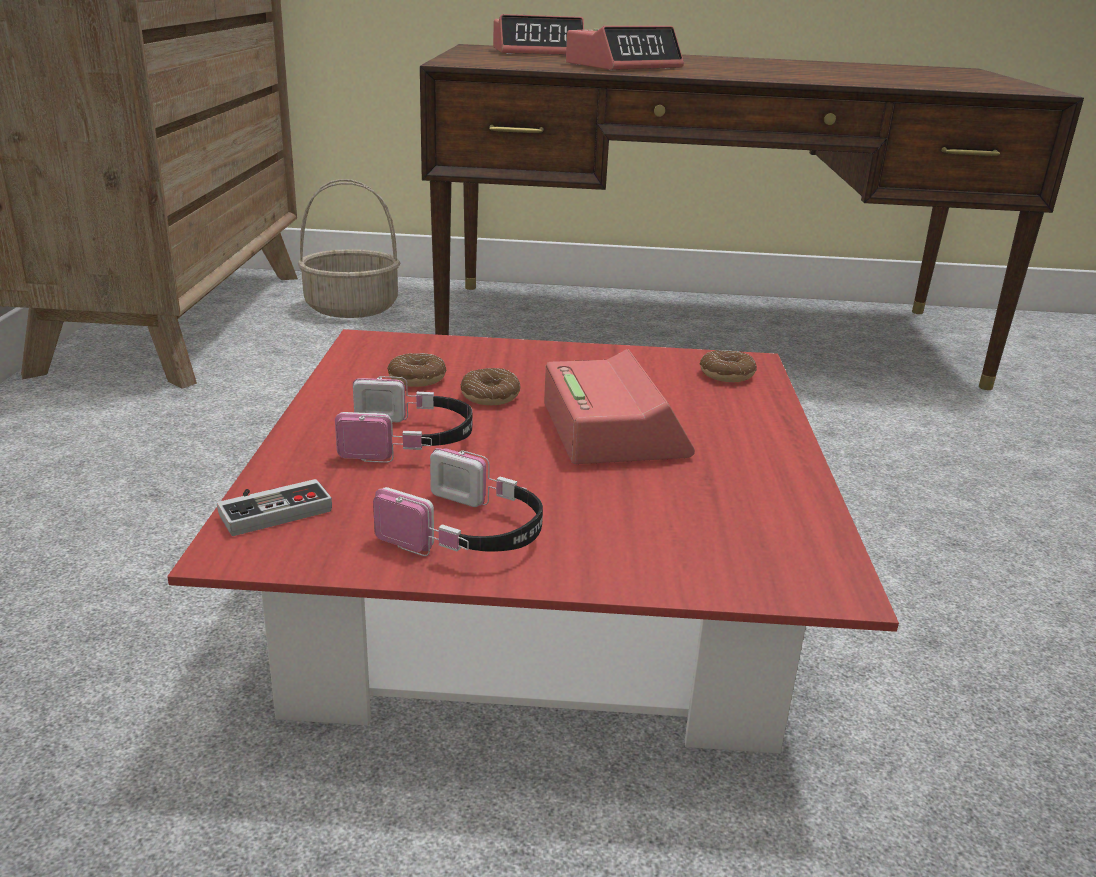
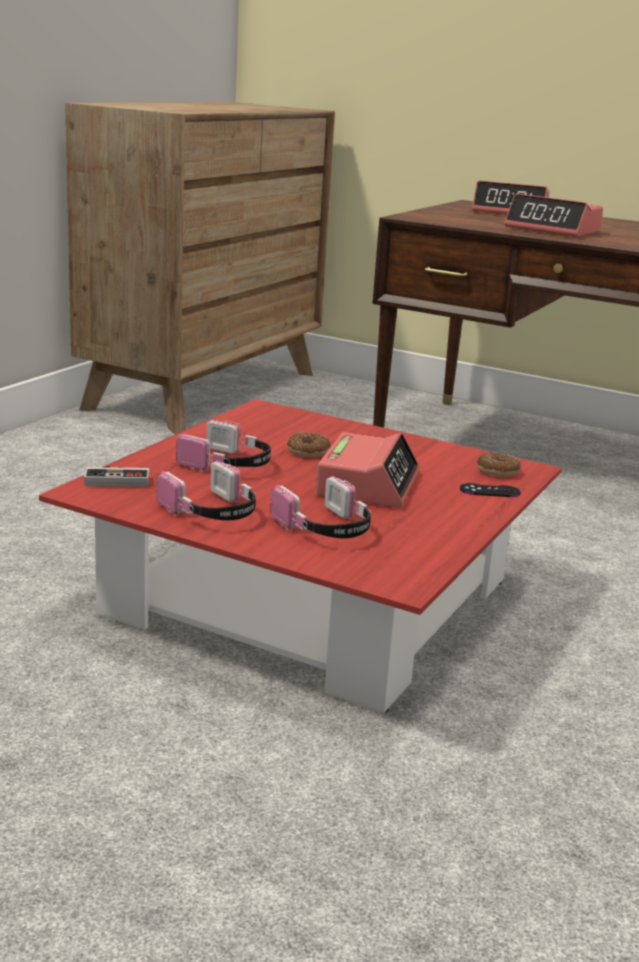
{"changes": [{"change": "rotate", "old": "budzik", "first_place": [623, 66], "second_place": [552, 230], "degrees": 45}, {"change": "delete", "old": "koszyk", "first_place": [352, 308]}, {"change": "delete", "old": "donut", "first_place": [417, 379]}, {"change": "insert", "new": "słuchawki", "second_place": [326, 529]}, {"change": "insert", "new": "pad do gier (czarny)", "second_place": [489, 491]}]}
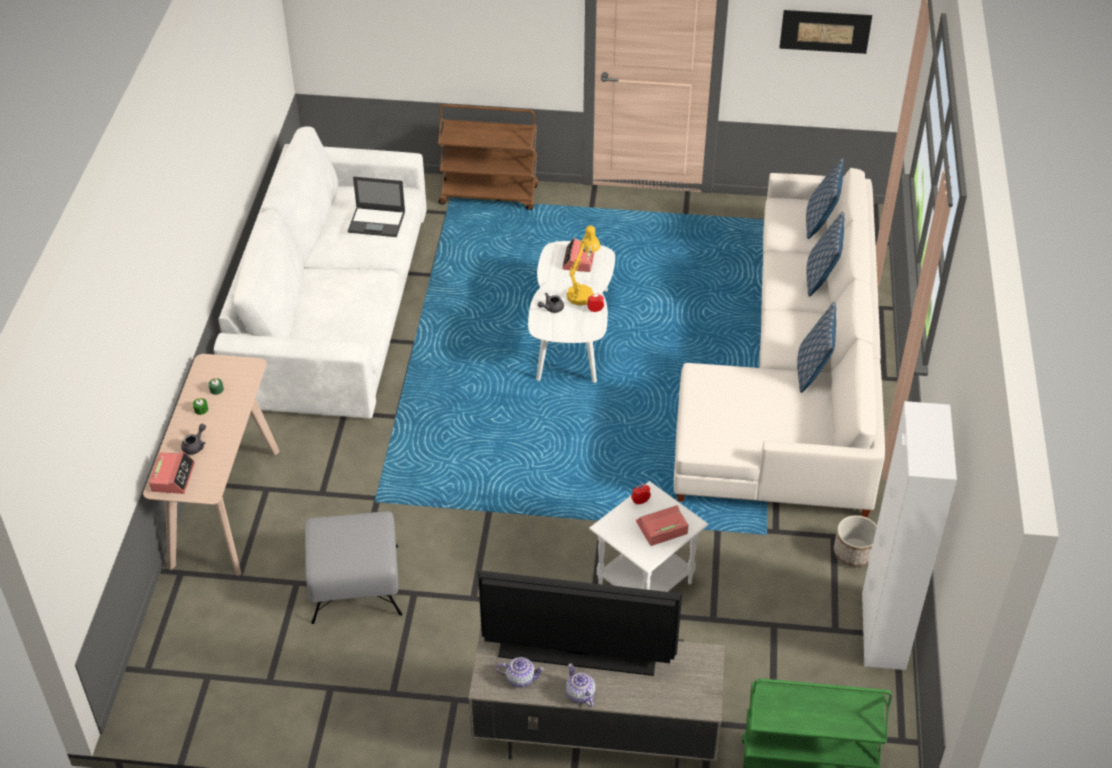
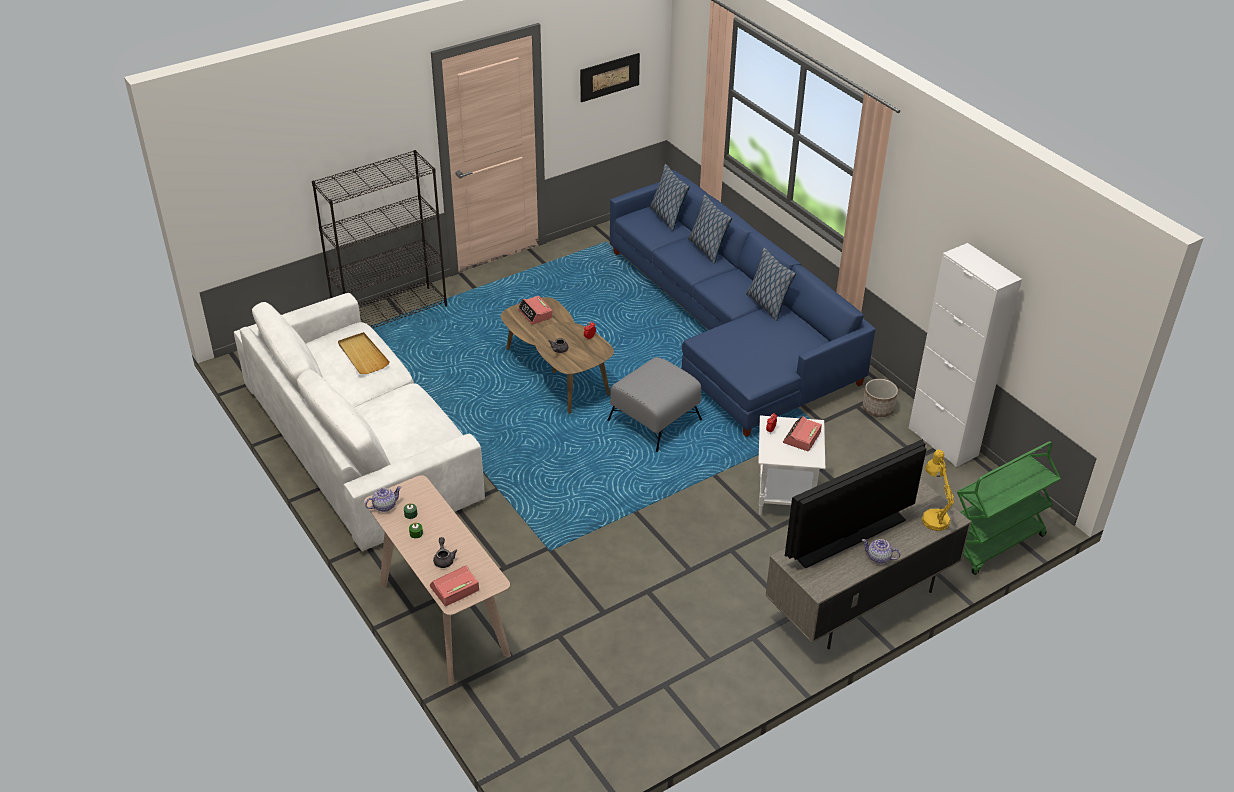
{"changes": [{"change": "replace", "old": "wózek (brązowy)", "new": "regał (czarny)", "first_place": [490, 195], "second_place": [391, 313]}, {"change": "recolor", "old": "kanapa (biały)", "new": "kanapa (niebieski)", "first_place": [795, 381], "second_place": [731, 329]}, {"change": "replace", "old": "laptop", "new": "taca (beżowy)", "first_place": [377, 222], "second_place": [362, 355]}, {"change": "move", "old": "lampa stołowa (żółty)", "first_place": [582, 292], "second_place": [933, 516]}, {"change": "recolor", "old": "ława (biały)", "new": "ława (brązowy)", "first_place": [571, 333], "second_place": [557, 373]}, {"change": "rotate", "old": "budzik", "first_place": [173, 477], "second_place": [454, 589], "degrees": -90}, {"change": "move", "old": "pufa (szary)", "first_place": [354, 583], "second_place": [654, 420]}, {"change": "move", "old": "imbryk", "first_place": [520, 678], "second_place": [384, 506]}]}
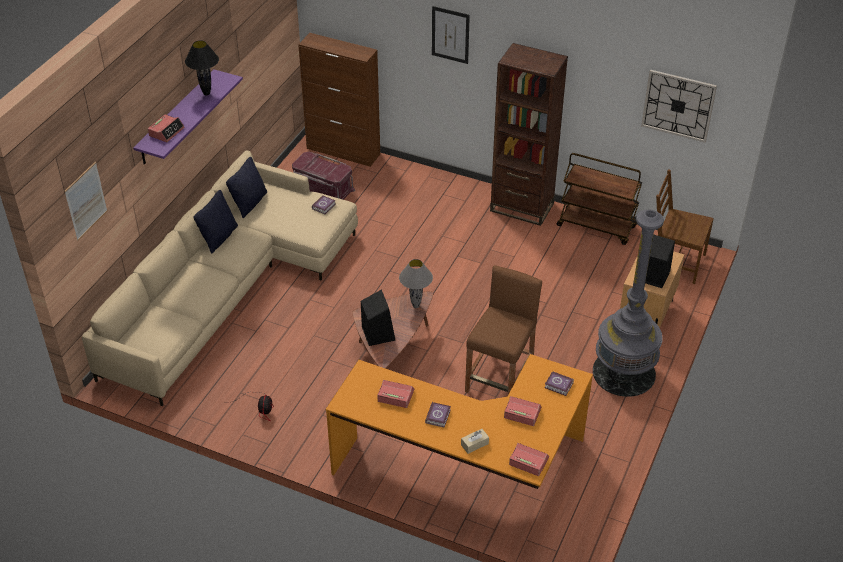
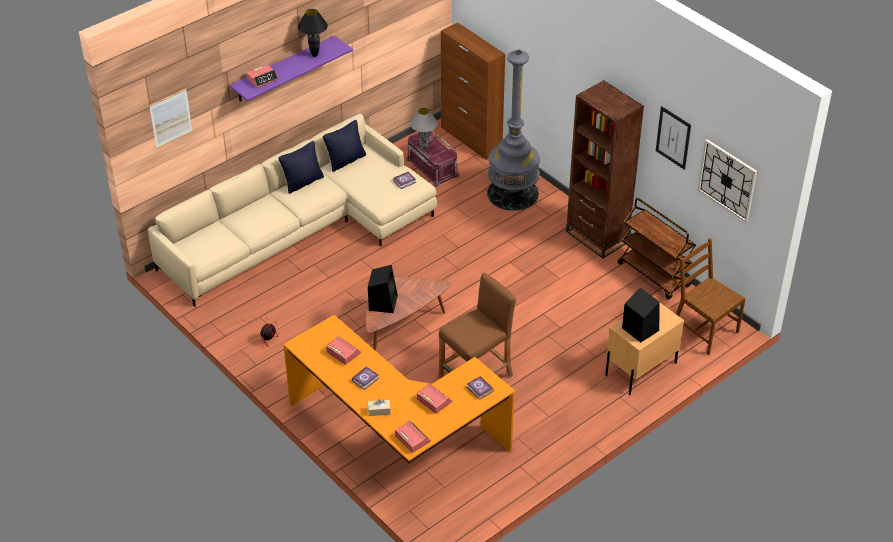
{"changes": [{"change": "move", "old": "obraz", "first_place": [450, 35], "second_place": [673, 137]}, {"change": "move", "old": "lampa stojąca (szary)", "first_place": [624, 372], "second_place": [512, 193]}, {"change": "move", "old": "lampa stołowa (szary)", "first_place": [416, 306], "second_place": [424, 149]}]}
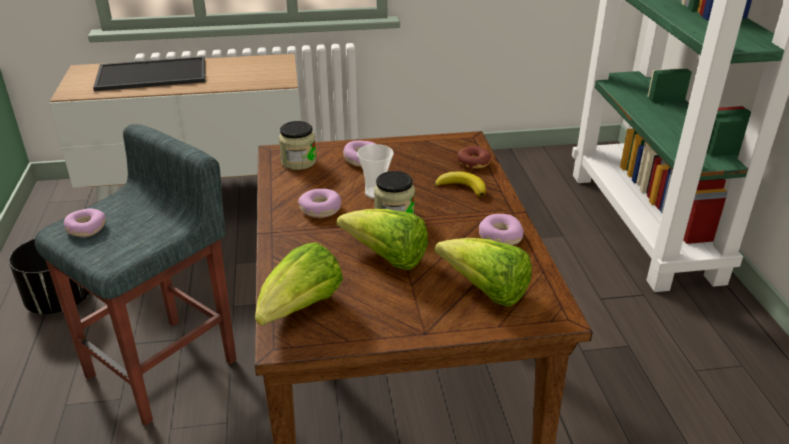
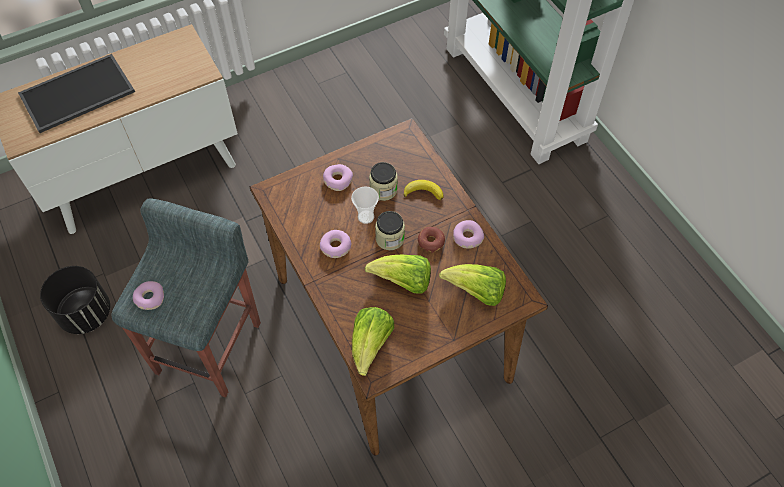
{"changes": [{"change": "move", "old": "słoik", "first_place": [298, 162], "second_place": [383, 189]}, {"change": "move", "old": "donut", "first_place": [474, 162], "second_place": [431, 241]}]}
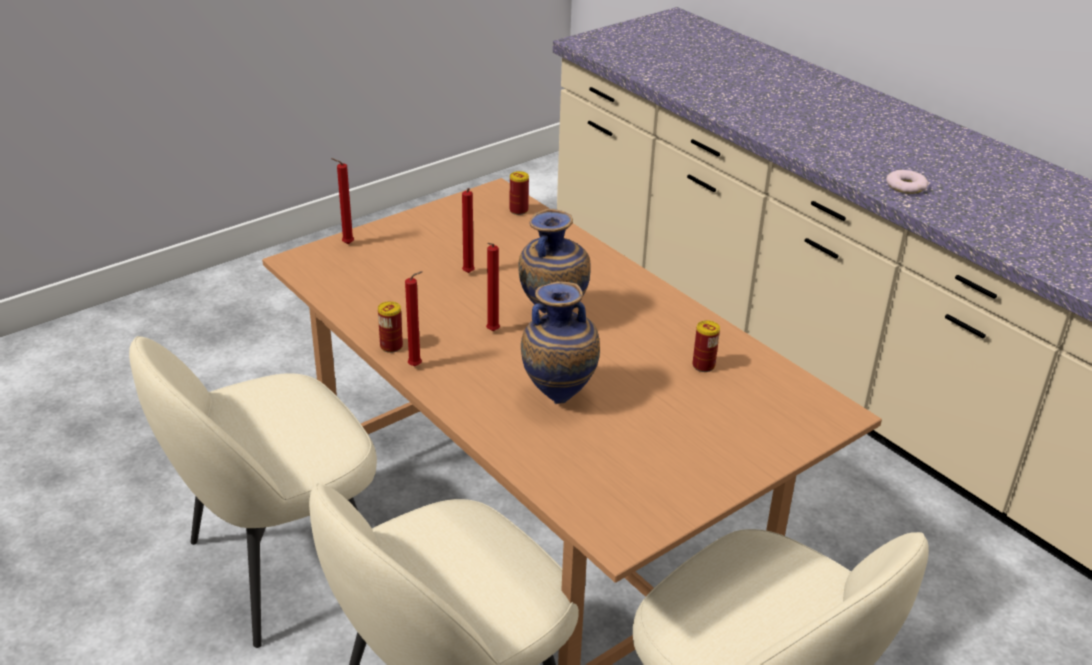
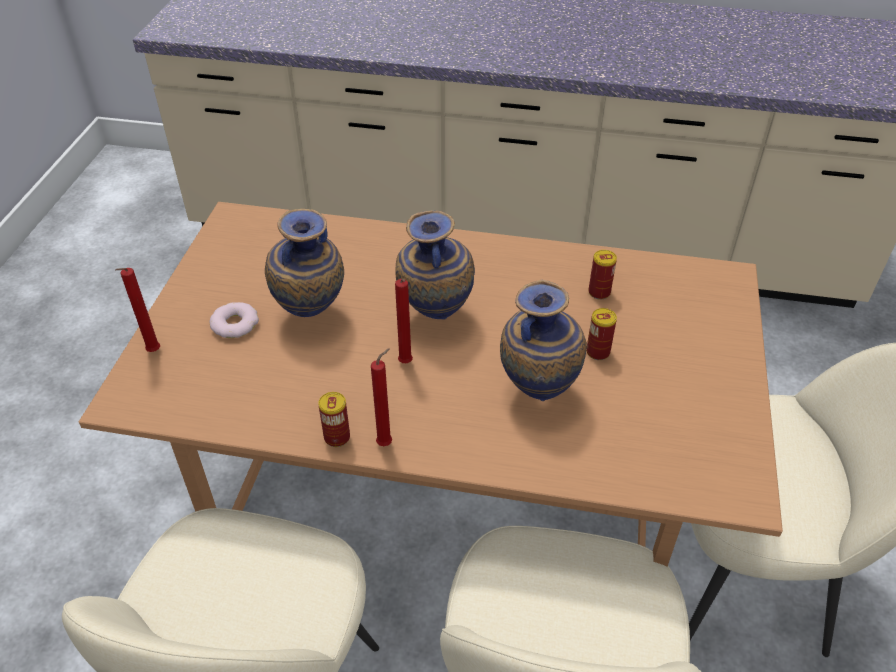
{"changes": [{"change": "move", "old": "donut", "first_place": [906, 186], "second_place": [235, 324]}, {"change": "move", "old": "puszka", "first_place": [518, 210], "second_place": [598, 352]}, {"change": "replace", "old": "świeca (czerwony)", "new": "wazon", "first_place": [468, 274], "second_place": [311, 317]}]}
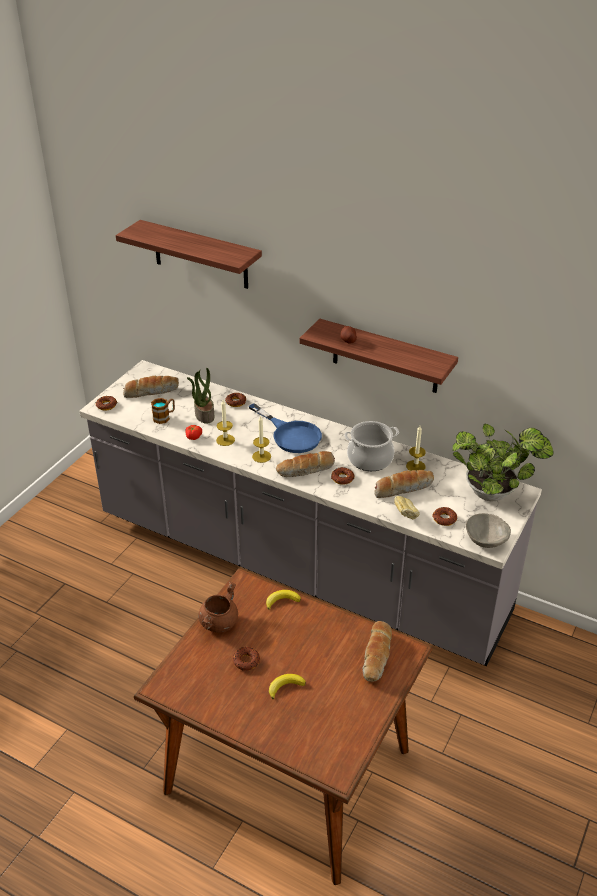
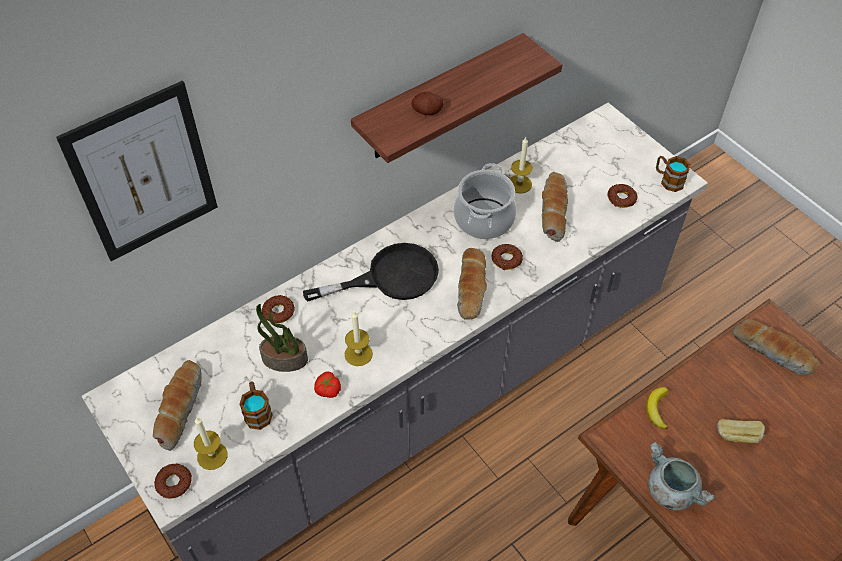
{"changes": [{"change": "replace", "old": "półka", "new": "obraz", "first_place": [200, 255], "second_place": [144, 174]}, {"change": "recolor", "old": "patelnia (niebieski)", "new": "patelnia (czarny)", "first_place": [291, 434], "second_place": [390, 277]}, {"change": "move", "old": "świeca", "first_place": [261, 456], "second_place": [212, 456]}, {"change": "delete", "old": "roślina doniczkowa", "first_place": [494, 493]}, {"change": "move", "old": "chleb", "first_place": [405, 515], "second_place": [736, 438]}, {"change": "replace", "old": "miska (szary)", "new": "kubek", "first_place": [485, 539], "second_place": [668, 180]}, {"change": "recolor", "old": "garnek (brązowy)", "new": "garnek (szary)", "first_place": [218, 622], "second_place": [670, 490]}, {"change": "delete", "old": "donut", "first_place": [246, 661]}, {"change": "delete", "old": "banan", "first_place": [285, 686]}]}
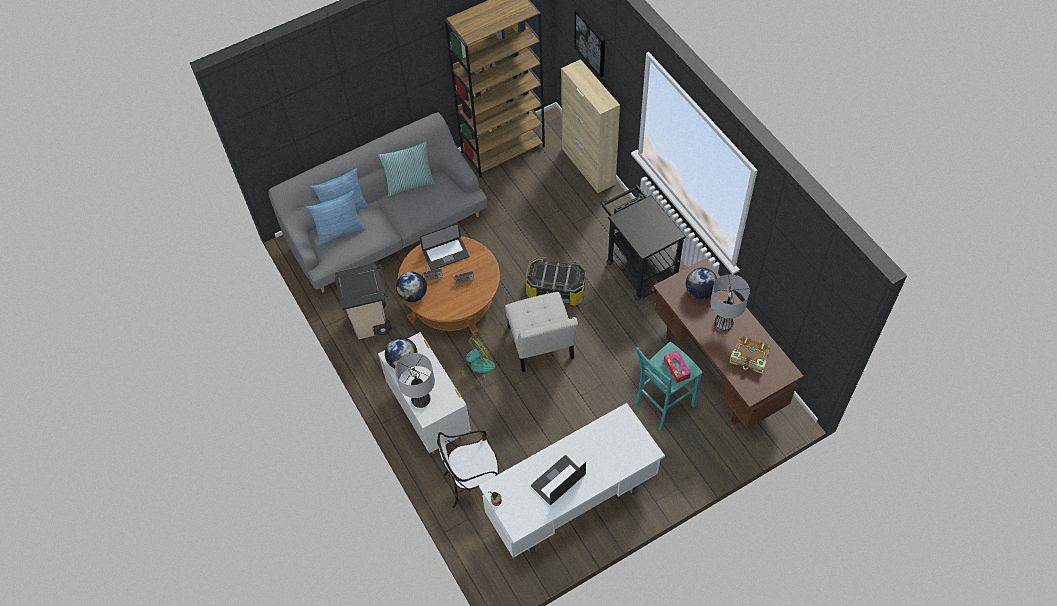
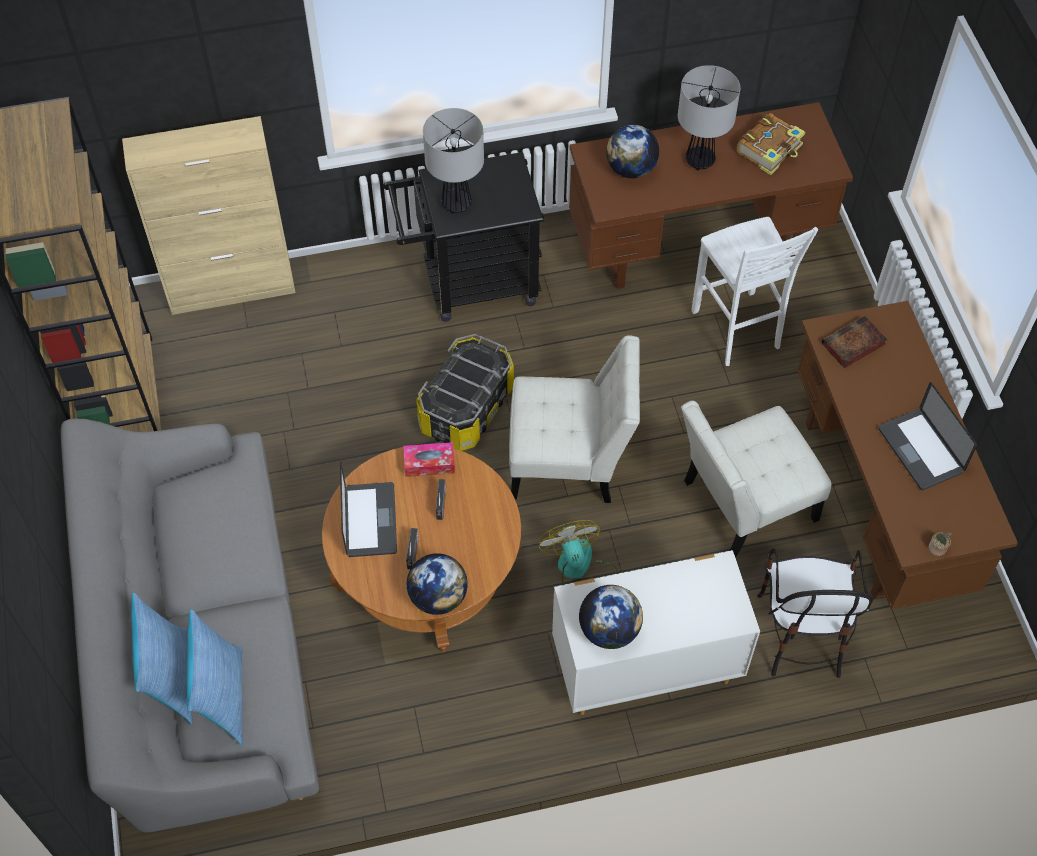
{"changes": [{"change": "delete", "old": "obraz", "first_place": [590, 42]}, {"change": "delete", "old": "poduszka", "first_place": [410, 183]}, {"change": "delete", "old": "kosz na śmieci (beżowy)", "first_place": [371, 321]}, {"change": "recolor", "old": "stołek (turkusowy)", "new": "stołek (biały)", "first_place": [662, 405], "second_place": [737, 331]}, {"change": "move", "old": "pudełko chusteczek", "first_place": [676, 369], "second_place": [429, 464]}, {"change": "move", "old": "lampa stołowa", "first_place": [420, 400], "second_place": [456, 204]}, {"change": "recolor", "old": "biurko (biały)", "new": "biurko (brązowy)", "first_place": [572, 505], "second_place": [877, 501]}, {"change": "insert", "new": "książka", "second_place": [852, 345]}, {"change": "insert", "new": "krzesło (biały)", "second_place": [743, 503]}]}
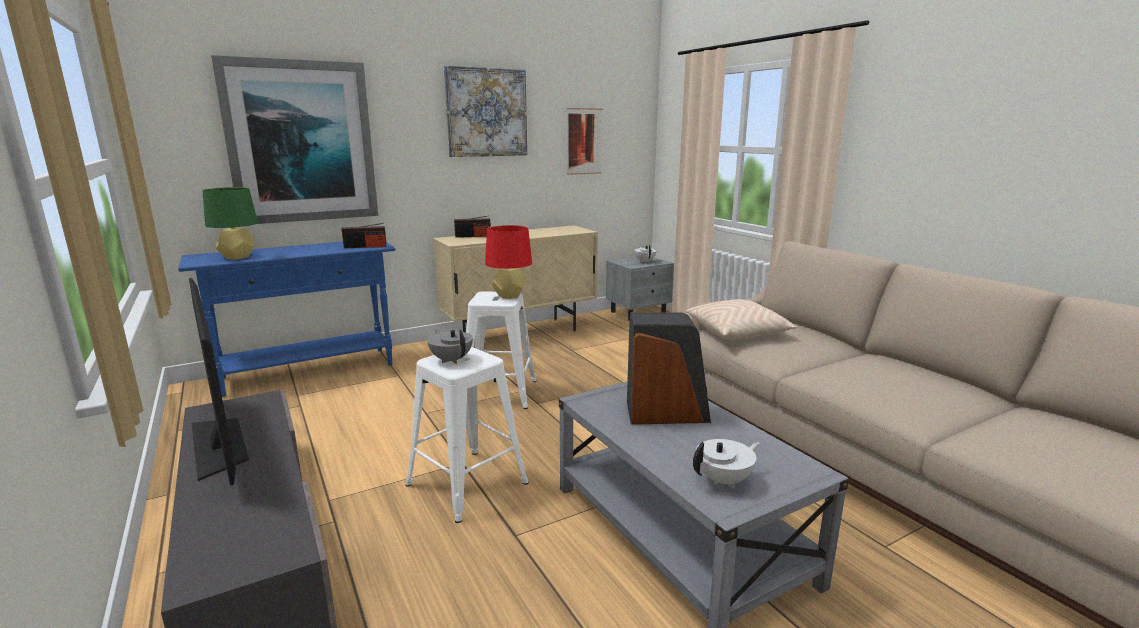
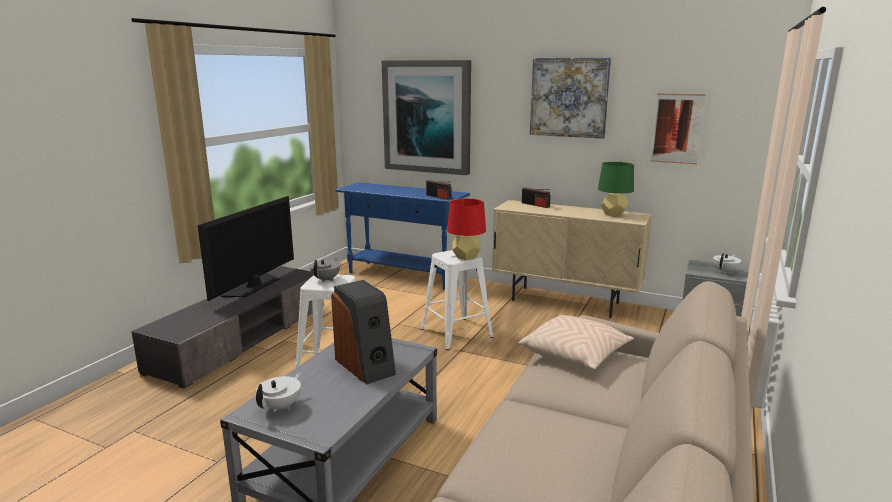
{"changes": [{"change": "move", "old": "lampa stołowa (zielony)", "first_place": [237, 257], "second_place": [613, 214]}, {"change": "rotate", "old": "imbryk (biały)", "first_place": [724, 480], "second_place": [281, 406], "degrees": -90}]}
